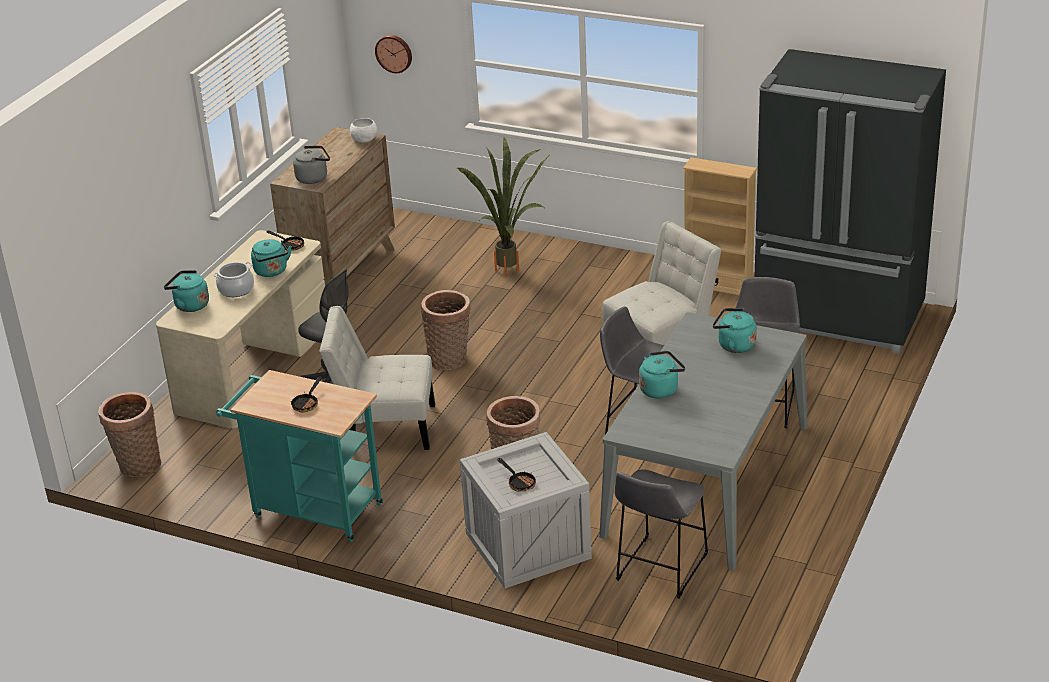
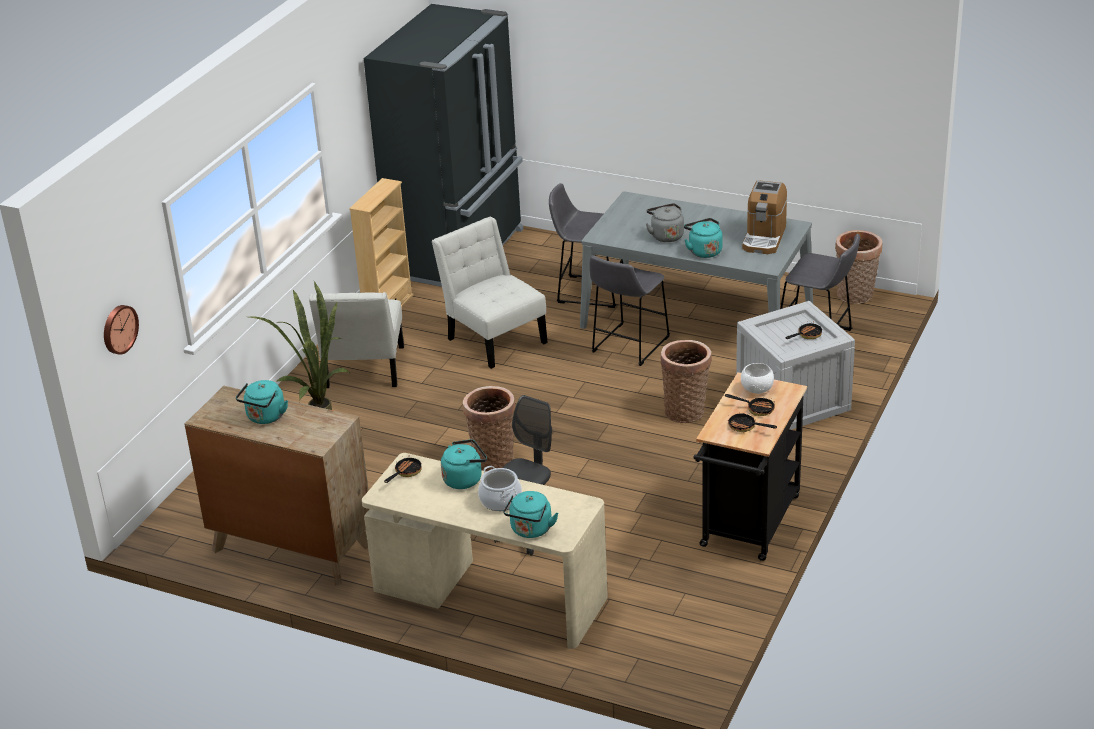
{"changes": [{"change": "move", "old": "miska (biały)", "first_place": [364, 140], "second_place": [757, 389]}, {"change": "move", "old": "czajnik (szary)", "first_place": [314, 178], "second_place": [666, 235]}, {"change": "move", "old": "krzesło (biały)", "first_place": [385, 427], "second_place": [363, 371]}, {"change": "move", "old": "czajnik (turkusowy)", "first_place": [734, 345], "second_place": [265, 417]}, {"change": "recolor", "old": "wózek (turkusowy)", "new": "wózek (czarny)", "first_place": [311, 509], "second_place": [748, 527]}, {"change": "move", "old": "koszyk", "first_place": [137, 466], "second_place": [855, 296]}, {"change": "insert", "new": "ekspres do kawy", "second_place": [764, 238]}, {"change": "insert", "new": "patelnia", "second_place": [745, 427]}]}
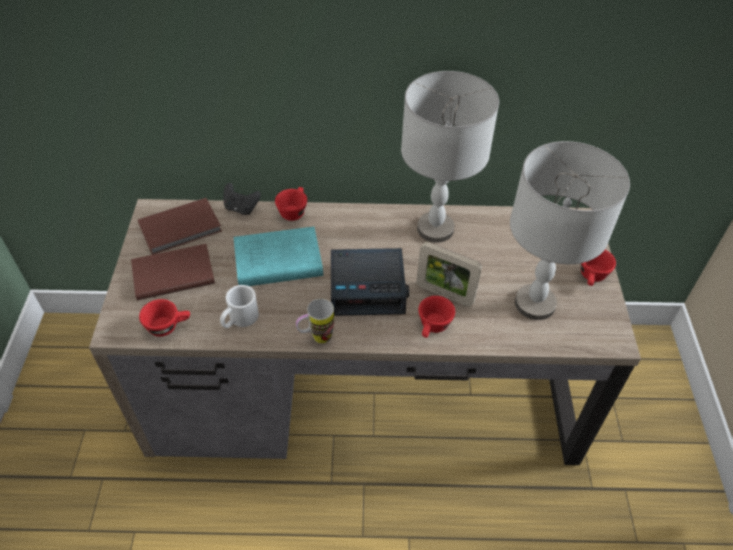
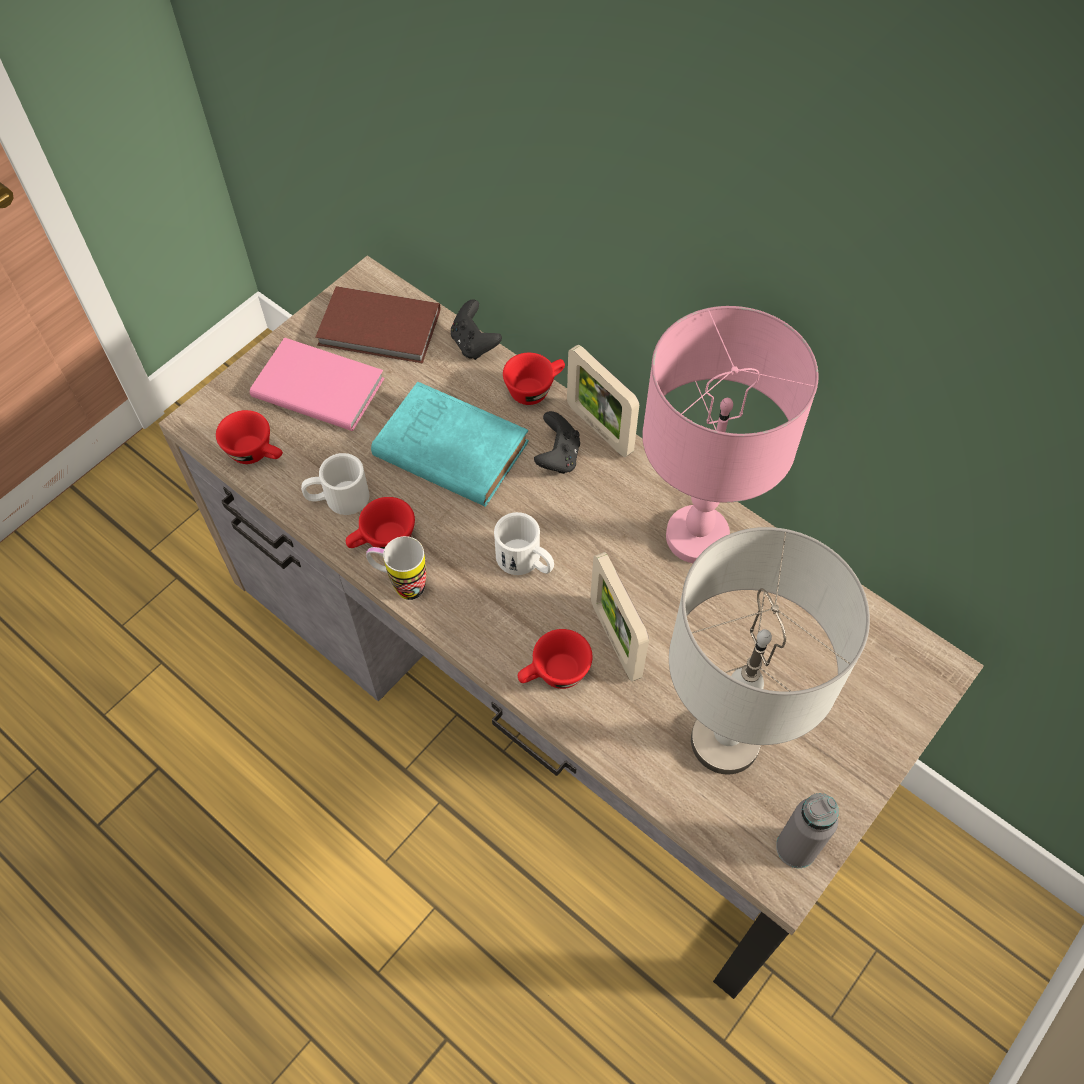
{"changes": [{"change": "recolor", "old": "lampa stołowa (szary)", "new": "lampa stołowa (różowy)", "first_place": [435, 229], "second_place": [696, 537]}, {"change": "recolor", "old": "książka (brązowy)", "new": "książka (różowy)", "first_place": [172, 273], "second_place": [318, 385]}, {"change": "replace", "old": "budzik", "new": "kubek (biały)", "first_place": [368, 287], "second_place": [526, 561]}, {"change": "move", "old": "filiżanka (czerwony)", "first_place": [592, 277], "second_place": [383, 542]}, {"change": "insert", "new": "ramka na zdjęcie", "second_place": [599, 429]}, {"change": "insert", "new": "pad do gier (czarny)", "second_place": [558, 457]}, {"change": "insert", "new": "butelka (szary)", "second_place": [796, 848]}]}
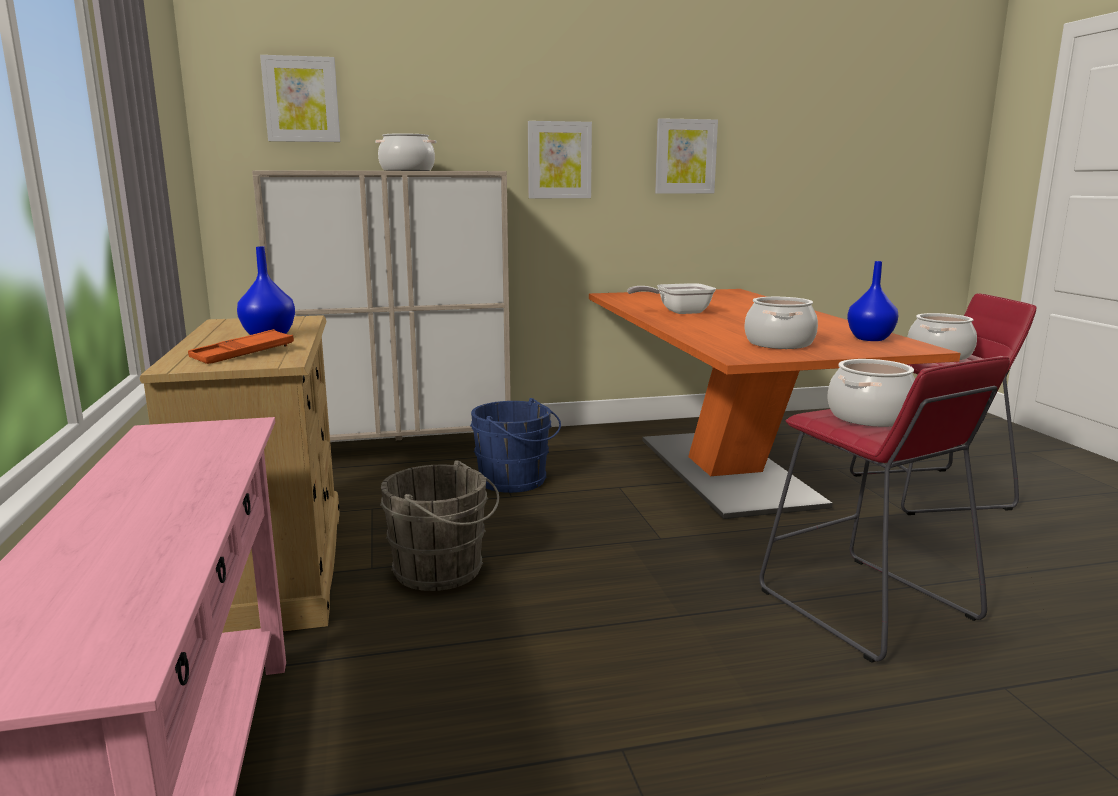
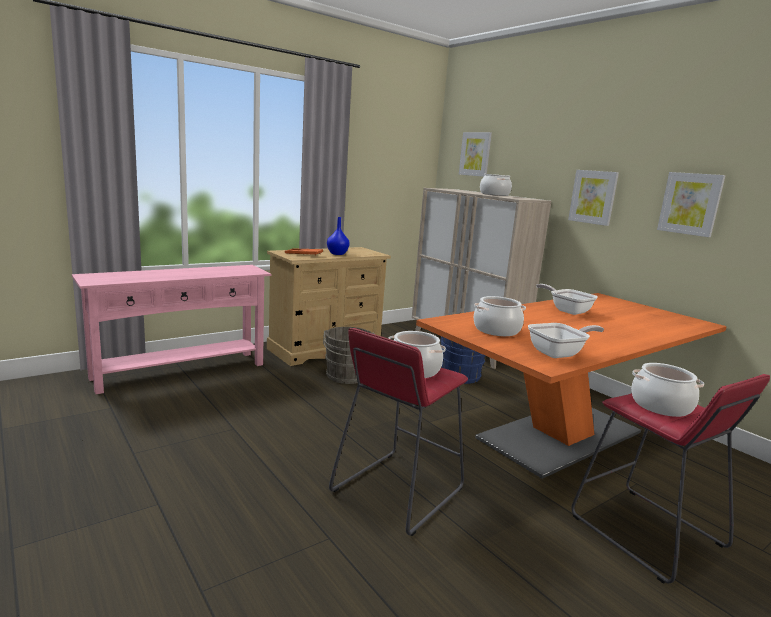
{"changes": [{"change": "replace", "old": "wazon (niebieski)", "new": "patelnia", "first_place": [870, 338], "second_place": [559, 353]}]}
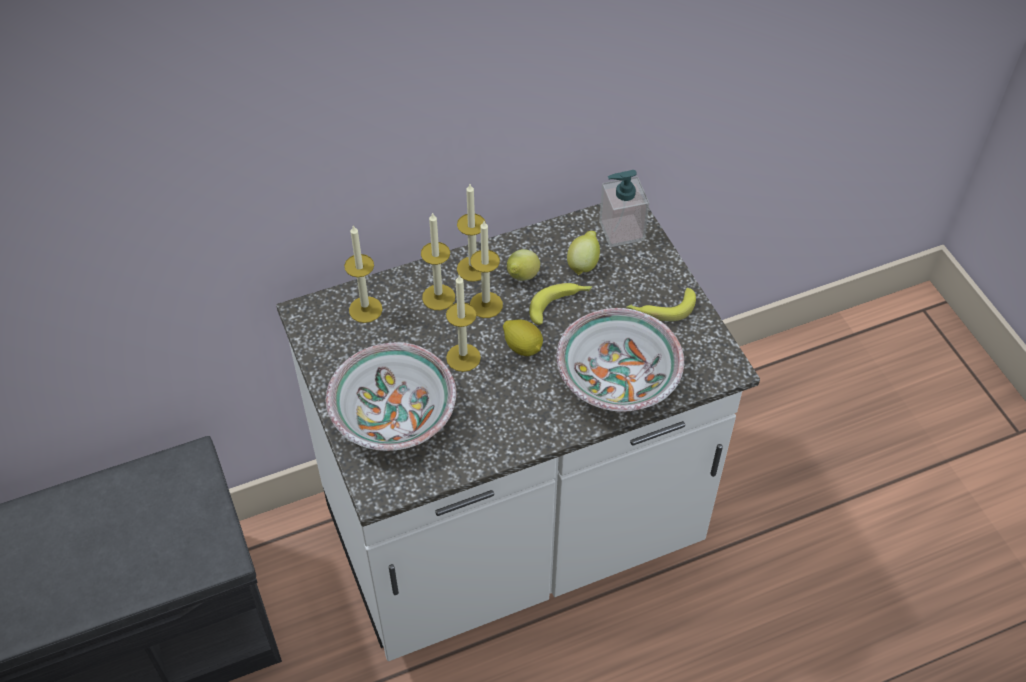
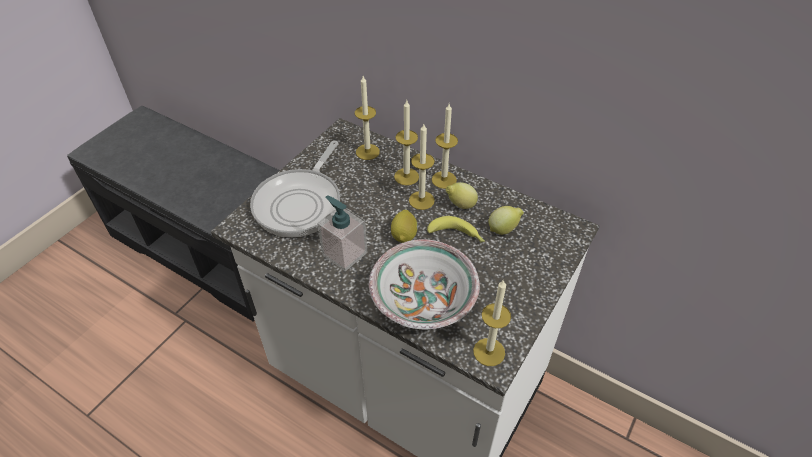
{"changes": [{"change": "move", "old": "dozownik mydła", "first_place": [621, 231], "second_place": [344, 254]}, {"change": "move", "old": "świeca", "first_place": [463, 357], "second_place": [489, 352]}, {"change": "delete", "old": "banan", "first_place": [660, 309]}, {"change": "replace", "old": "miska", "new": "patelnia", "first_place": [394, 413], "second_place": [300, 203]}]}
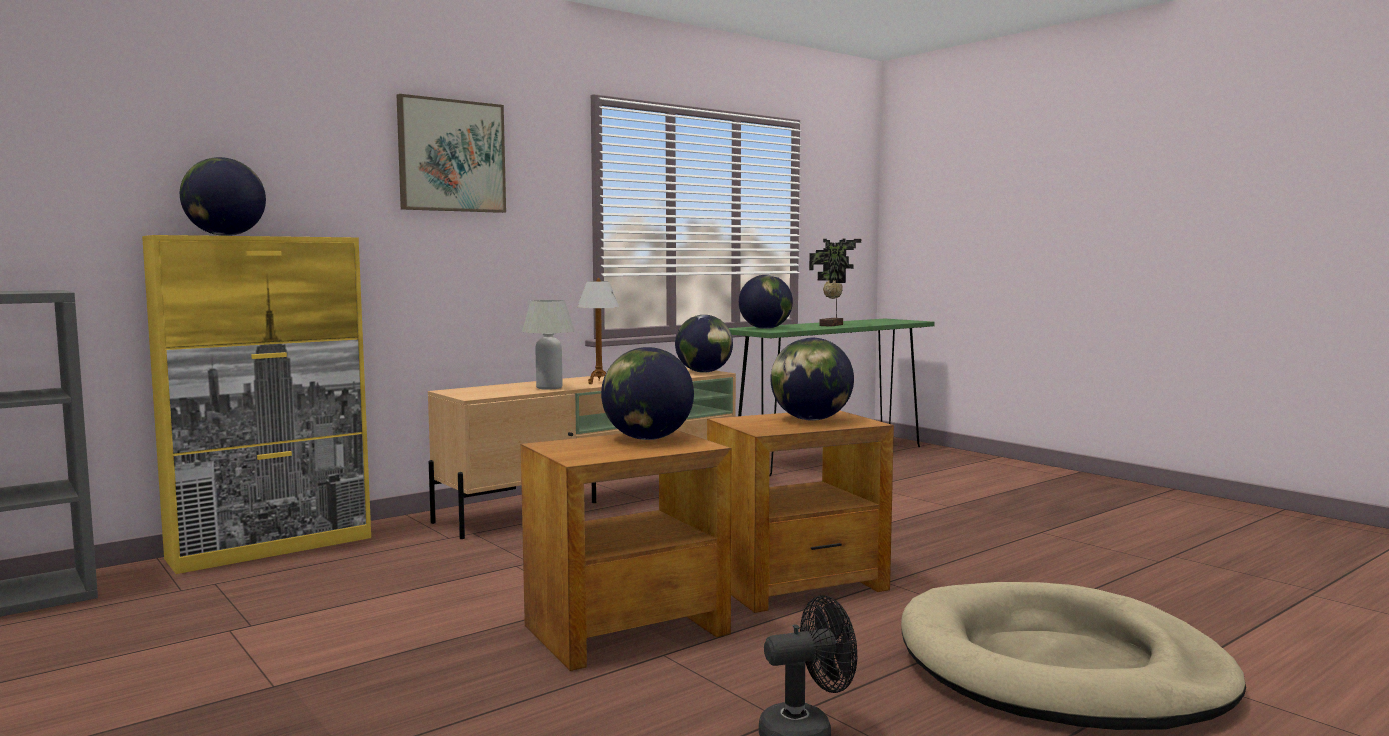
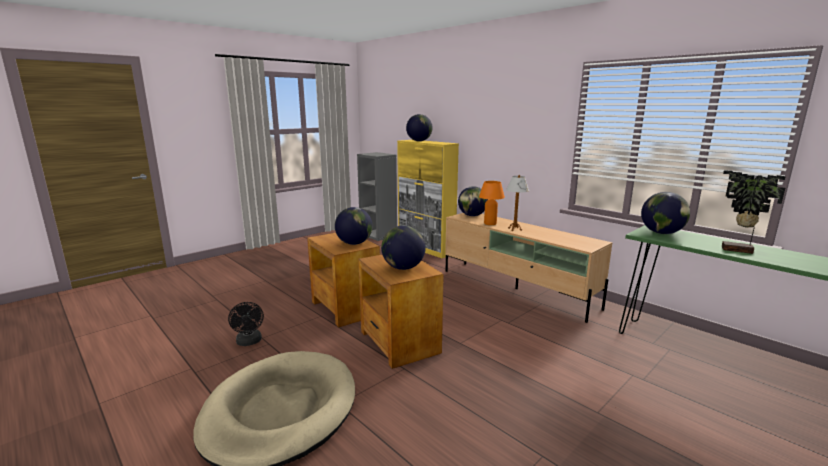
{"changes": [{"change": "delete", "old": "obraz", "first_place": [451, 156]}, {"change": "recolor", "old": "lampa stołowa (biały)", "new": "lampa stołowa (pomarańczowy)", "first_place": [549, 388], "second_place": [490, 223]}, {"change": "move", "old": "globus", "first_place": [704, 372], "second_place": [472, 215]}]}
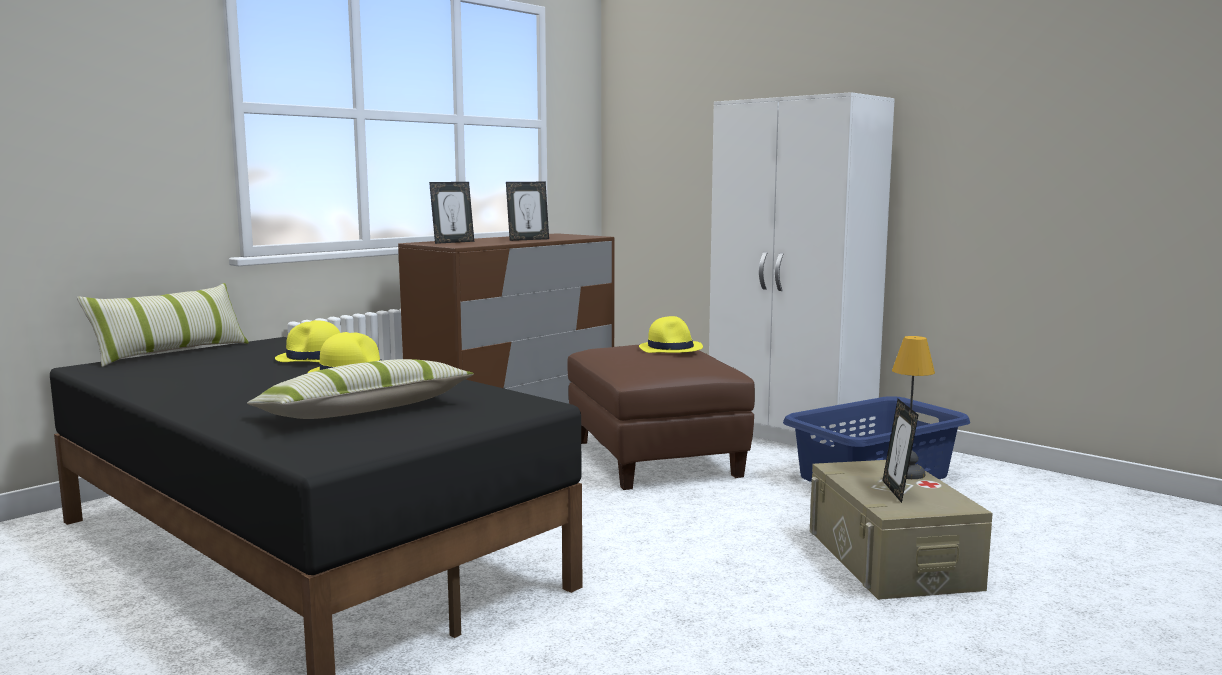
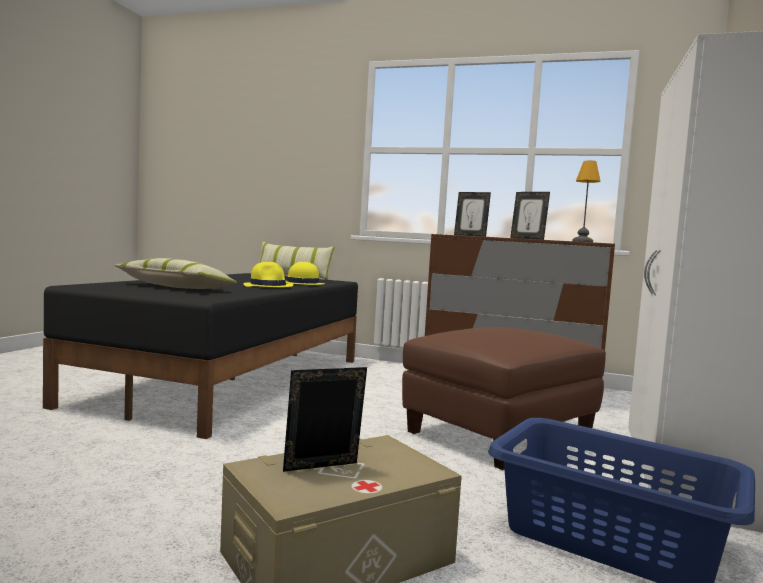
{"changes": [{"change": "delete", "old": "kapelusz (żółty)", "first_place": [671, 348]}, {"change": "move", "old": "lampa stołowa", "first_place": [908, 473], "second_place": [583, 242]}]}
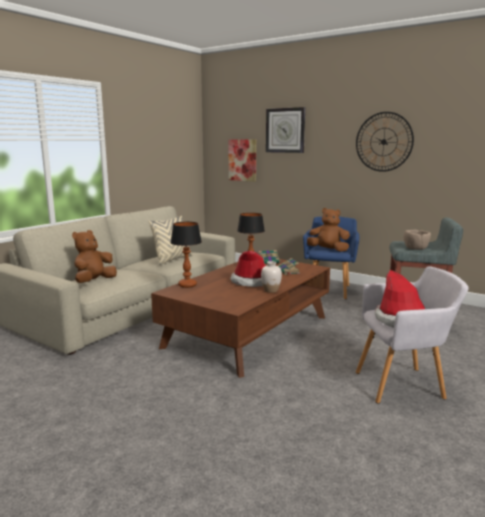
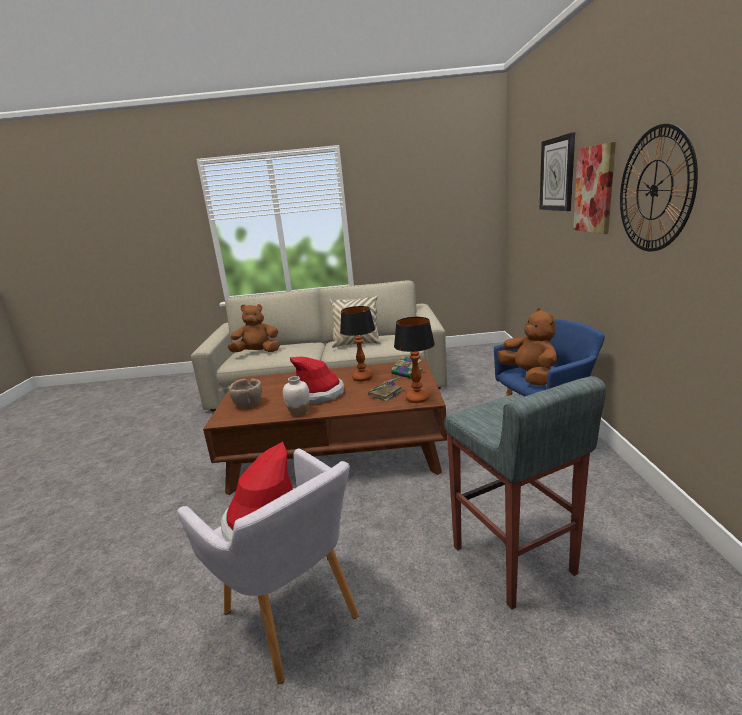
{"changes": [{"change": "move", "old": "obraz", "first_place": [242, 160], "second_place": [594, 189]}, {"change": "move", "old": "lampa stołowa", "first_place": [187, 285], "second_place": [418, 399]}, {"change": "move", "old": "miska (brązowy)", "first_place": [416, 249], "second_place": [248, 404]}]}
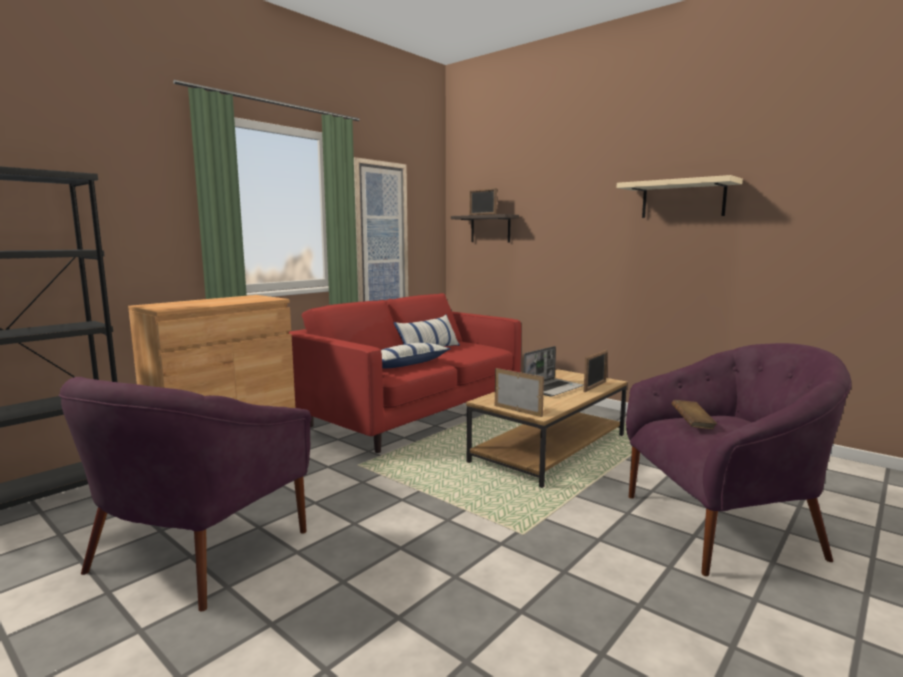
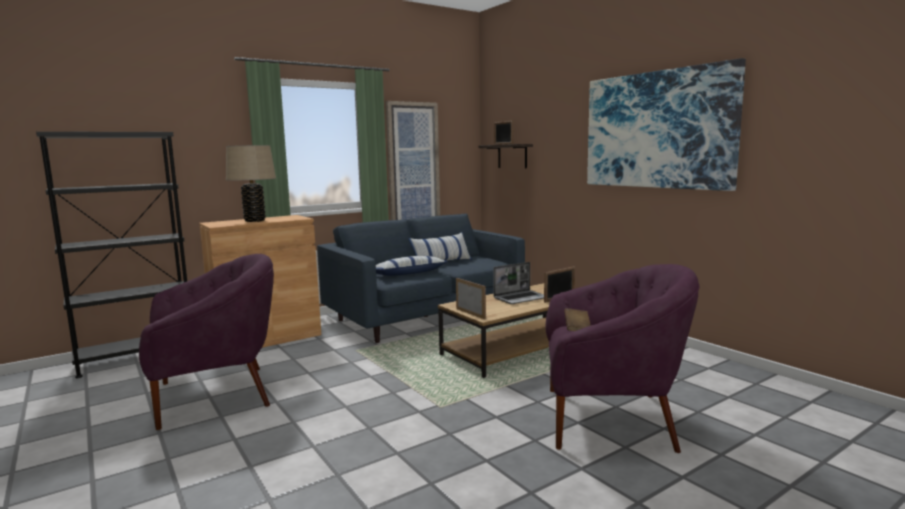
{"changes": [{"change": "replace", "old": "półka (beżowy)", "new": "obraz", "first_place": [683, 199], "second_place": [657, 130]}, {"change": "recolor", "old": "kanapa (czerwony)", "new": "kanapa (niebieski)", "first_place": [412, 415], "second_place": [425, 316]}, {"change": "rotate", "old": "fotel (fioletowy)", "first_place": [197, 551], "second_place": [215, 394], "degrees": -150}, {"change": "insert", "new": "lampa stołowa (beżowy)", "second_place": [254, 221]}]}
